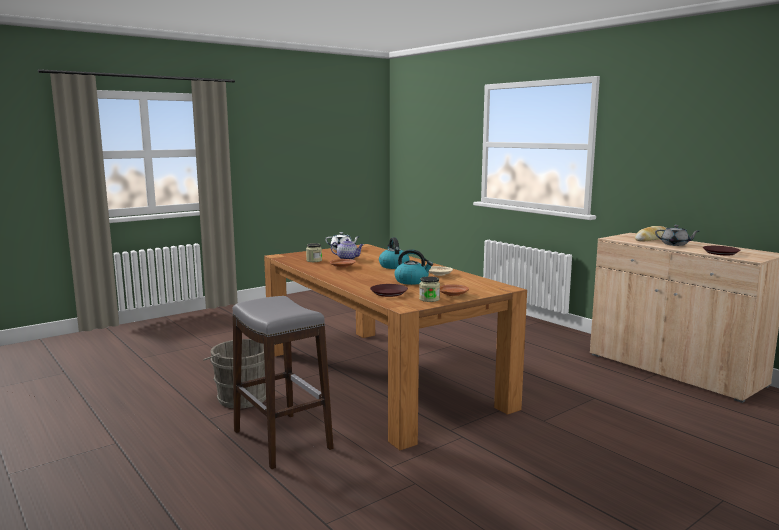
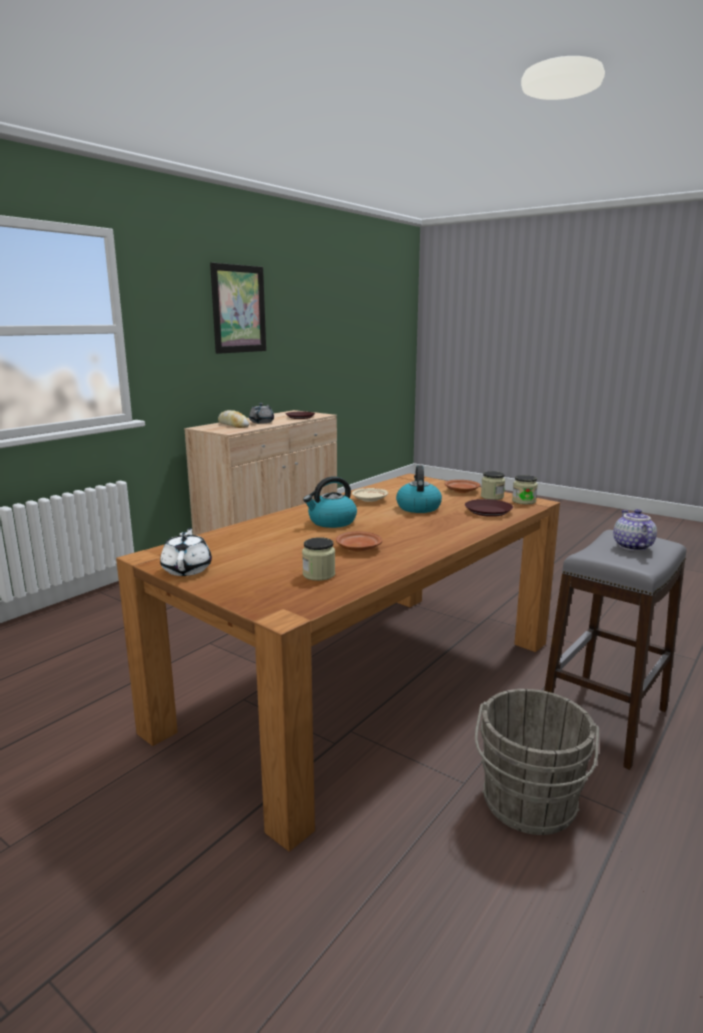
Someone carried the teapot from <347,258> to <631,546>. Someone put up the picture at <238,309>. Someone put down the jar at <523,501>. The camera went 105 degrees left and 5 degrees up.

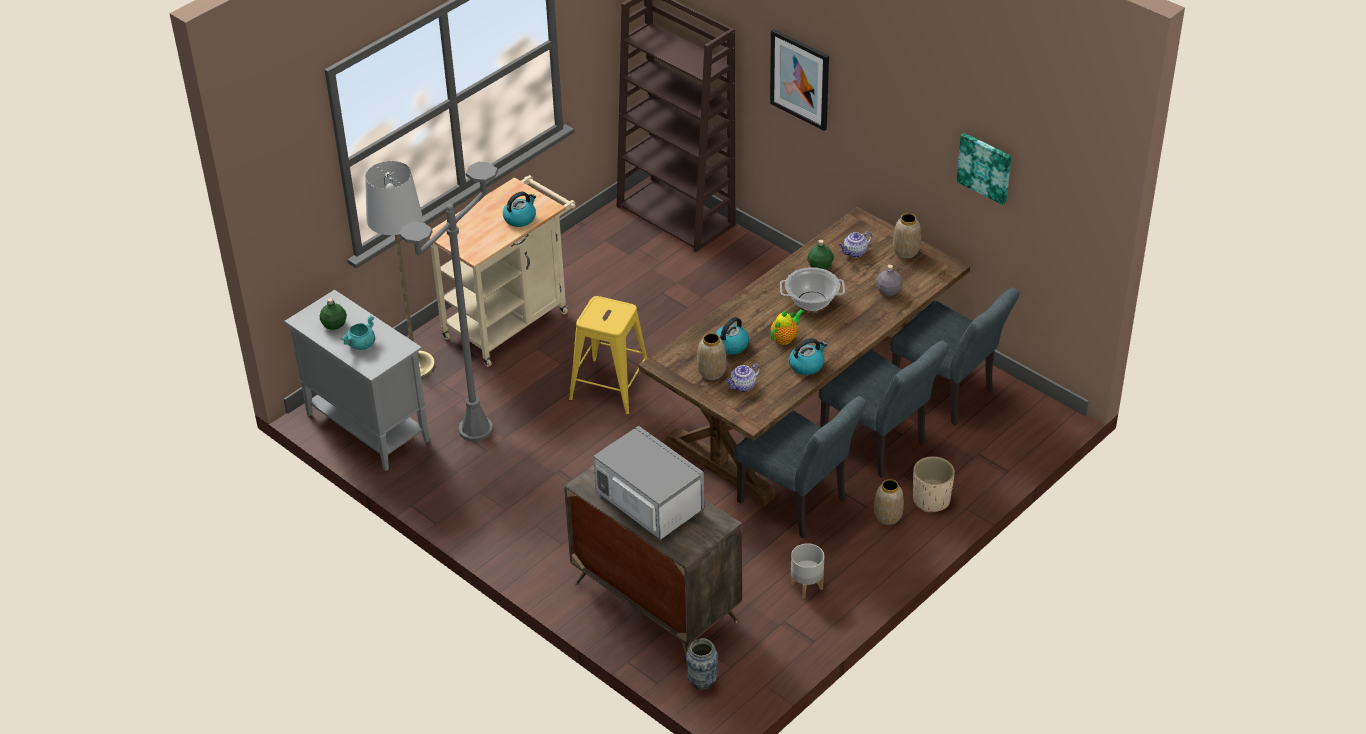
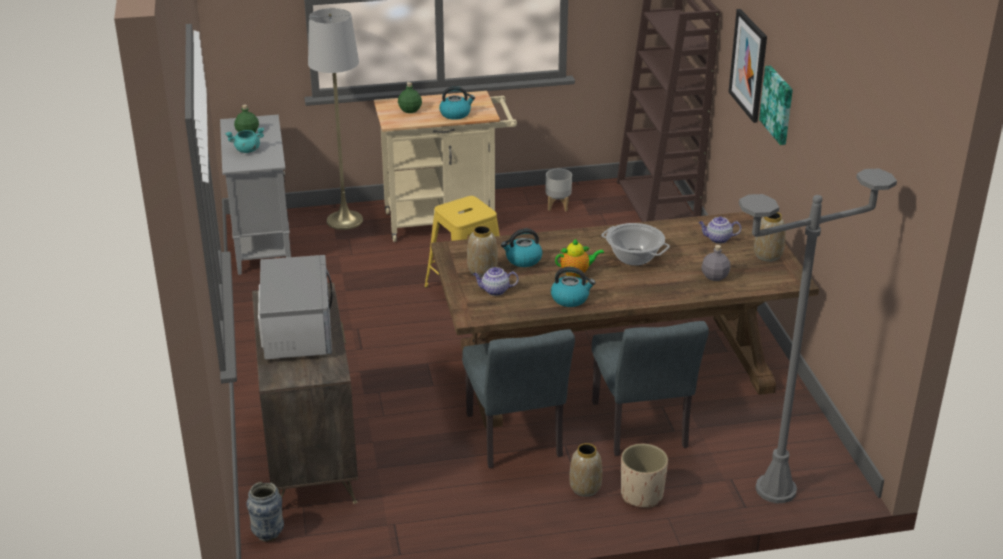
Someone carried the grey_floor_lamp from <476,429> to <776,489>. Someone carried the grey_planter from <806,586> to <557,206>. Someone carried the green_bottle from <819,266> to <409,110>. Someone took away the grey_chair at <948,395>. Someone carried the picture from <985,167> to <778,104>. The camera went 35 degrees right and 10 degrees down.

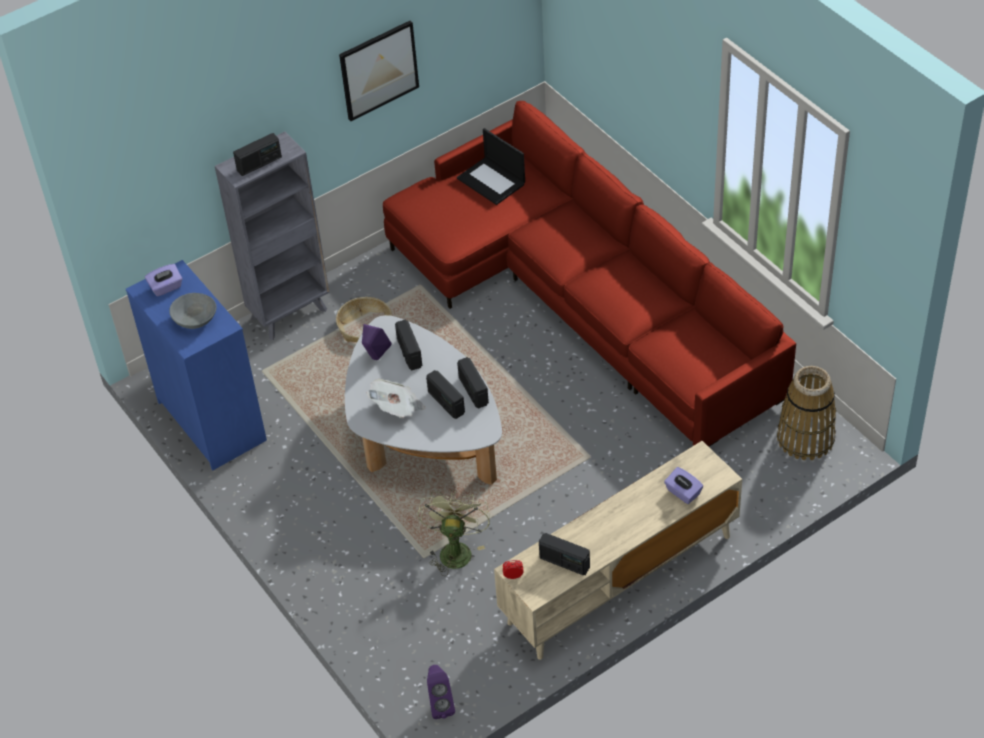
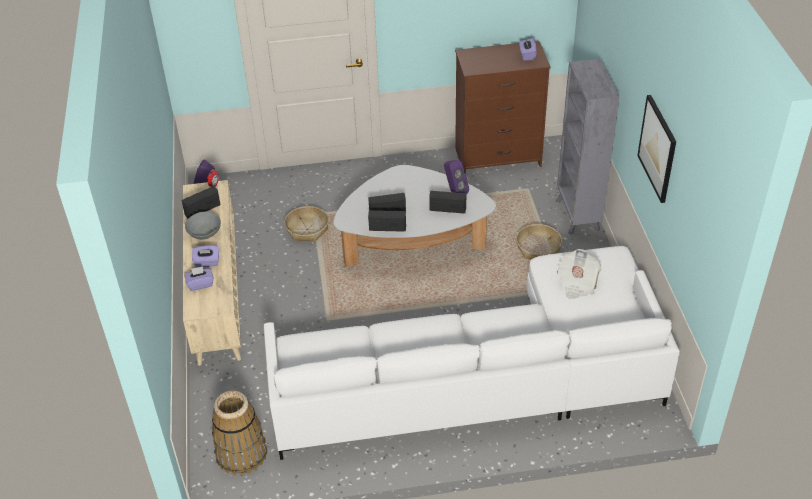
Someone repainted the blue_dresser at <212,420>, which became the brown_dresser at <498,157>. Someone carried the grey_bowl from <195,320> to <204,232>. Someone took away the radio at <259,164>. Someone carried the newspaper from <397,408> to <577,283>. Someone repainted the red_sofa at <583,301>, which became the white_sofa at <484,378>. Someone swapped the green_fan at <455,549> for the basket at <307,229>. Someone took away the laptop at <492,181>. Someone put down the purple_tissue_box at <207,262>. The camera went 115 degrees right and 5 degrees down.

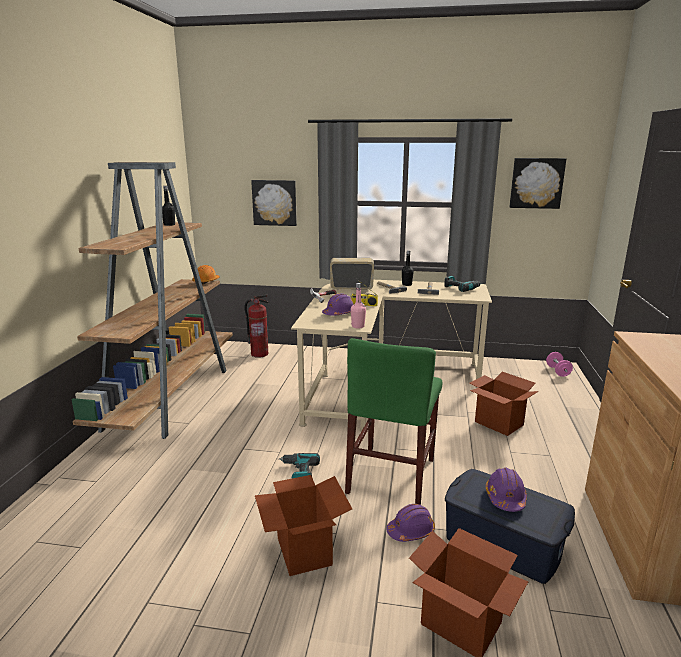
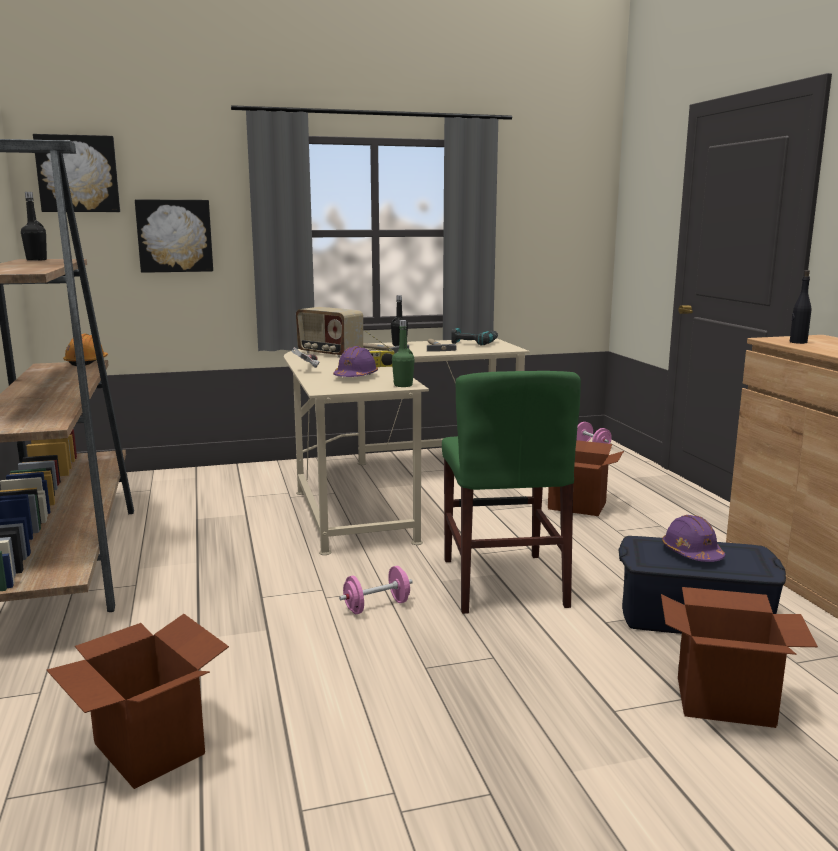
Someone took away the fire_extinguisher at <259,354>. Someone carried the cardboard_box from <303,551> to <148,748>. Someone swapped the power_drill at <299,473> for the pink_dumbbell at <376,606>. Someone rotated the radio at <351,288> by 120 degrees counterclockwise. Someone repainted the pink_bottle at <358,326>, which became the green_bottle at <403,385>. Someone took away the purple_hard_hat at <411,531>. Someone carried the picture from <536,183> to <78,174>. Someone put down the black_bottle at <798,342>. The camera went 25 degrees left and 5 degrees down.

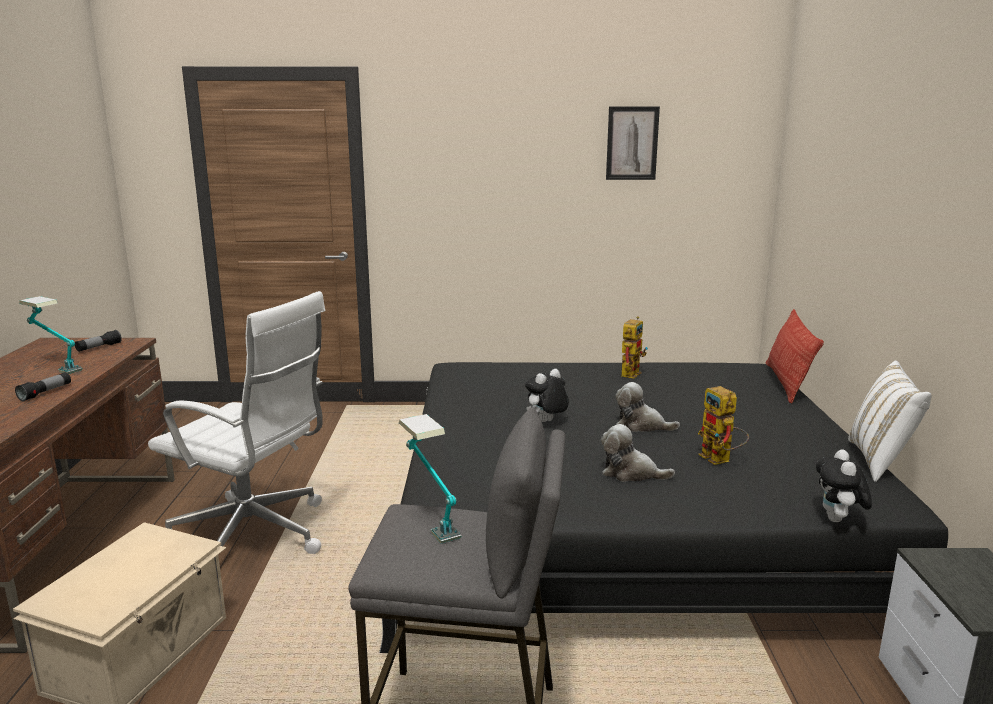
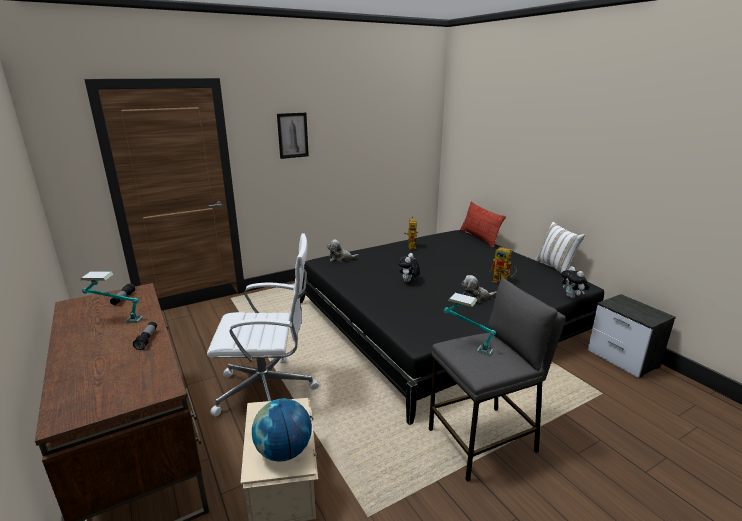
Someone carried the picture from <632,143> to <293,135>. Someone carried the plush_toy from <641,425> to <341,259>. Someone put down the globe at <284,451>. The camera went 30 degrees left and 5 degrees up.

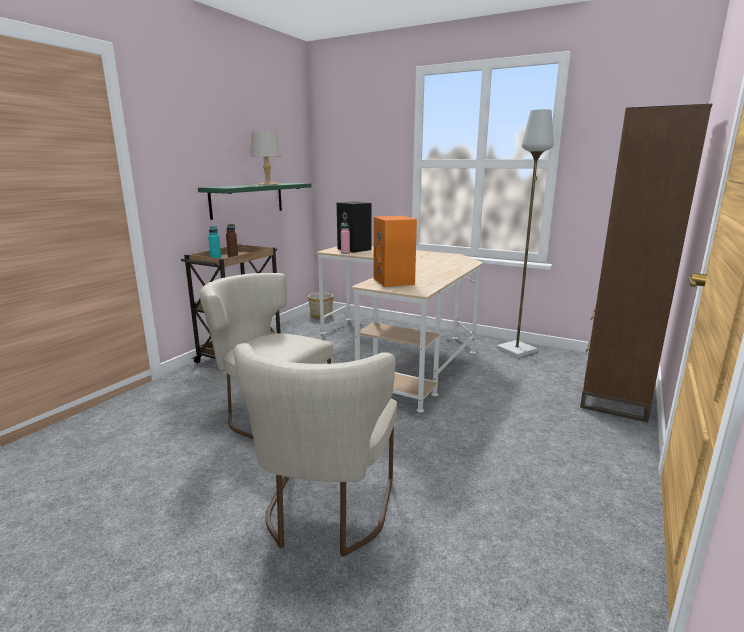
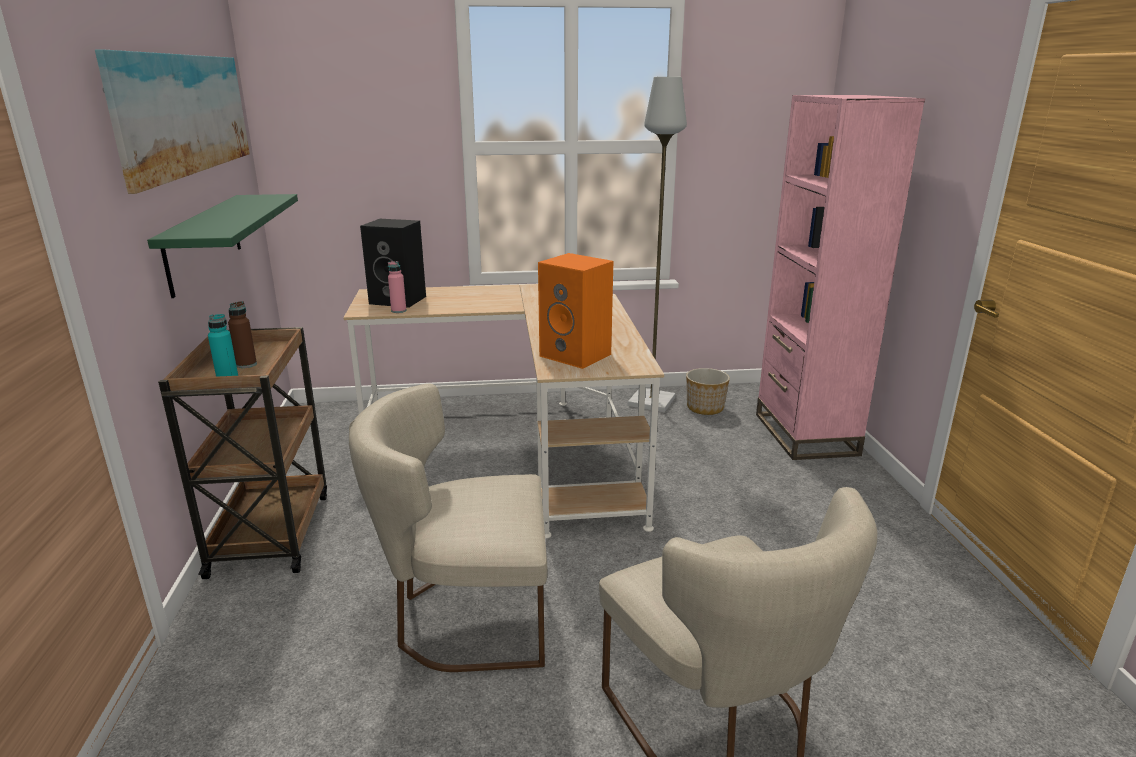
Someone took away the grey_table_lamp at <268,184>. Someone carried the planter from <321,315> to <705,408>. Someone repainted the brown_bookcase at <614,396>, which became the pink_bookcase at <805,434>. Someone put up the picture at <181,114>. The camera went 35 degrees left and 5 degrees up.

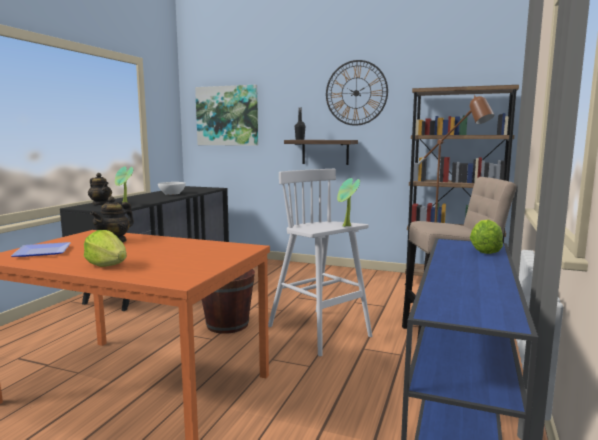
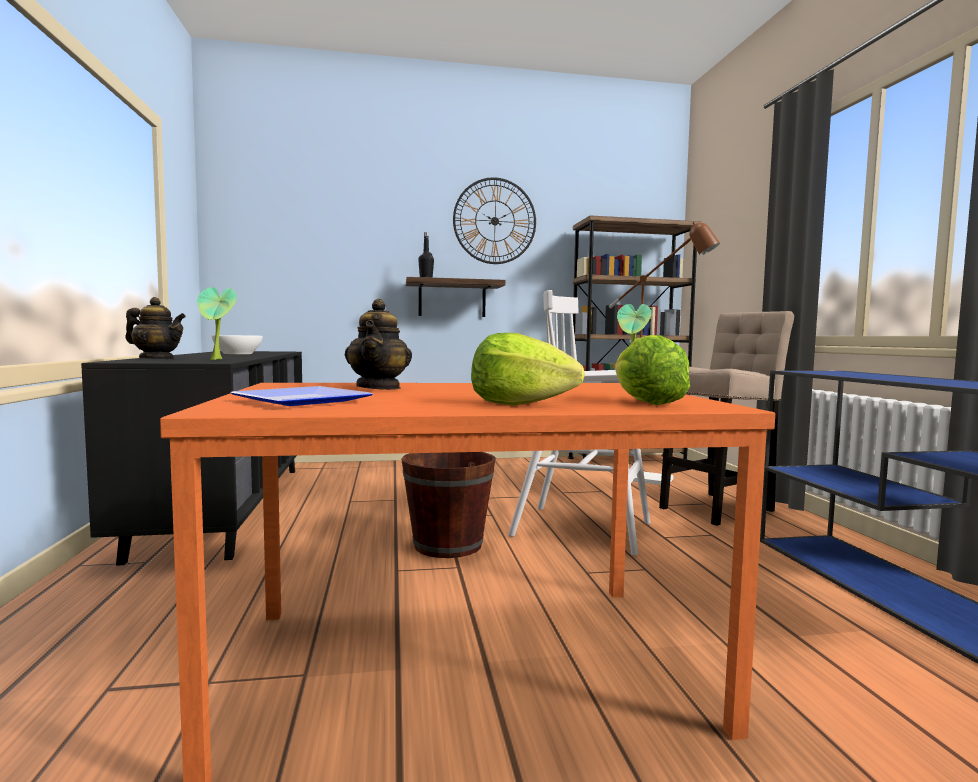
Someone took away the picture at <227,116>. Someone carried the lettuce from <485,251> to <645,402>. The camera went 30 degrees left and 5 degrees down.

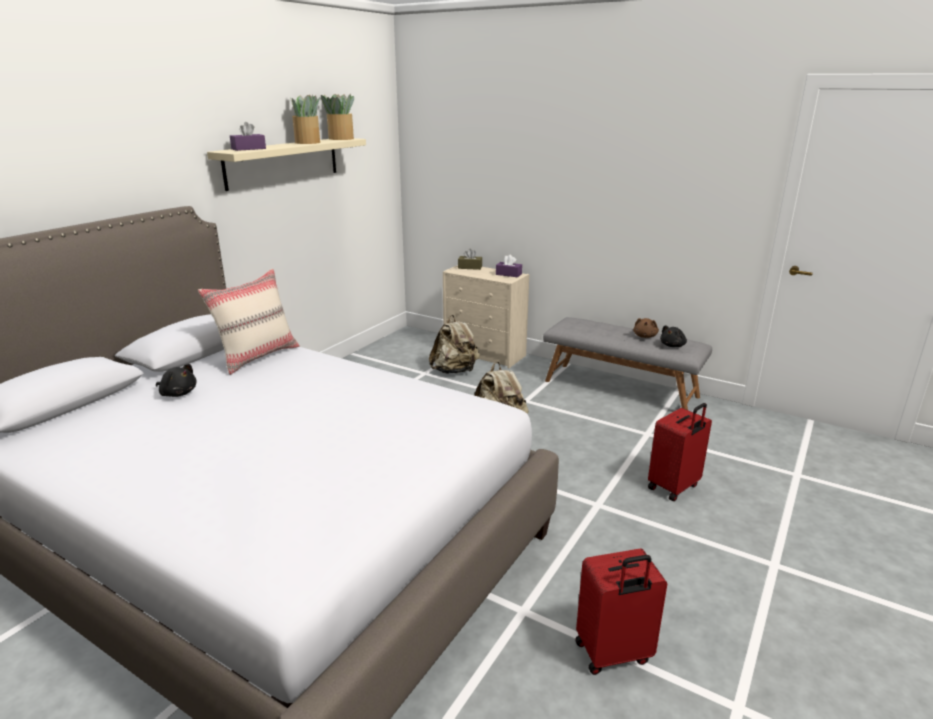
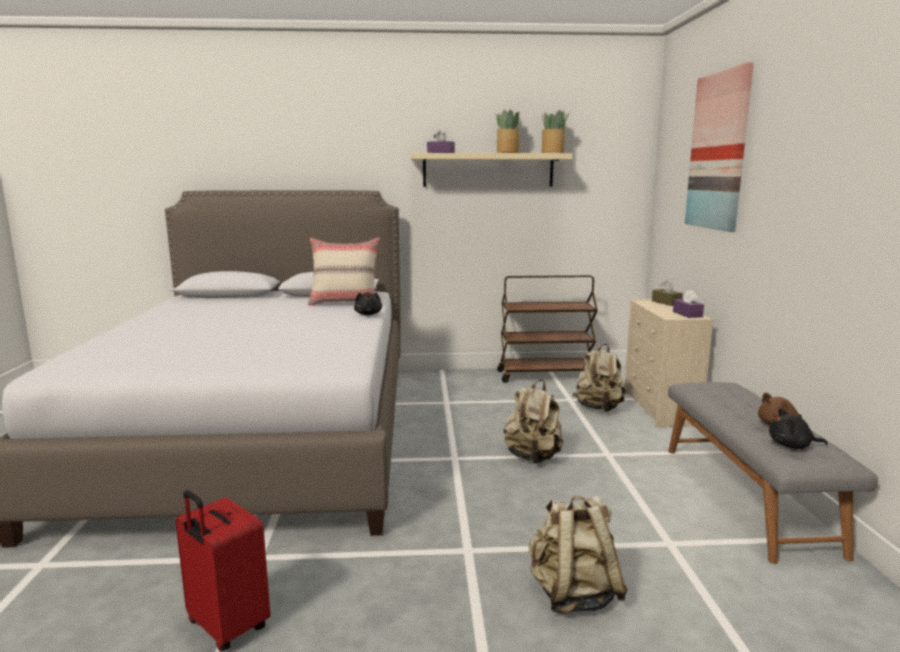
Someone carried the black_plush_toy from <178,393> to <368,314>. Someone swapped the red_suitcase at <674,487> for the beige_backpack at <573,594>. Someone put down the brown_cart at <545,375>. Someone put up the picture at <718,151>. The camera went 55 degrees right and 10 degrees down.

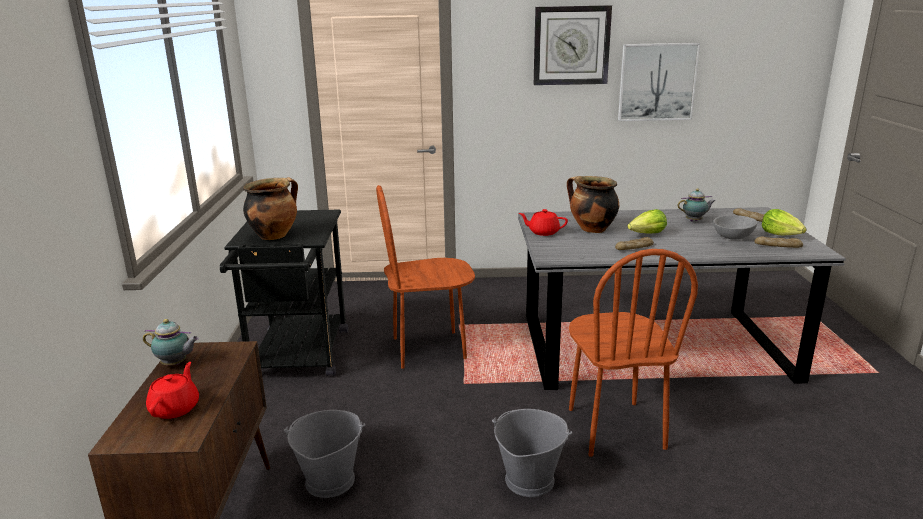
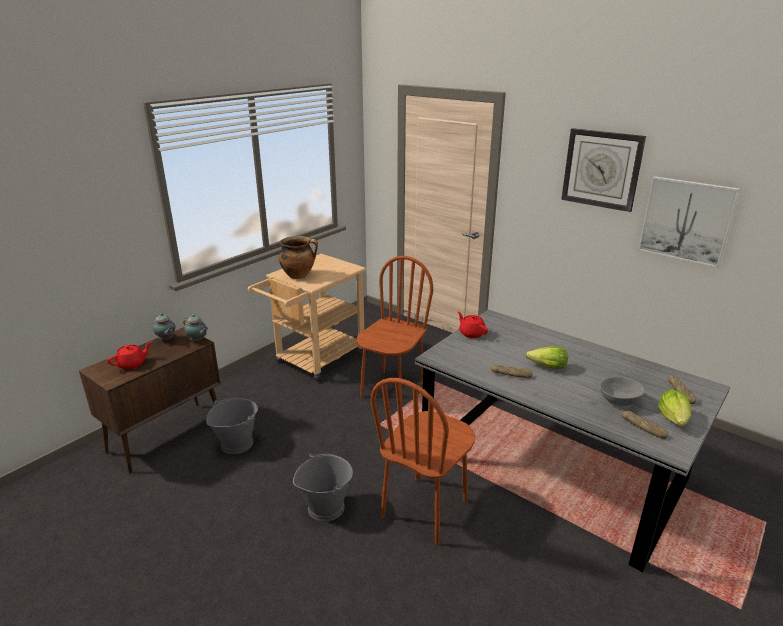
Someone repainted the black_cart at <298,359>, which became the beige_cart at <315,361>. Someone rotated the brown_chair at <429,349> by 90 degrees clockwise. Someone took away the cooking_pot at <591,229>. Someone carried the teapot from <695,221> to <198,340>. The camera went 40 degrees right and 5 degrees up.

